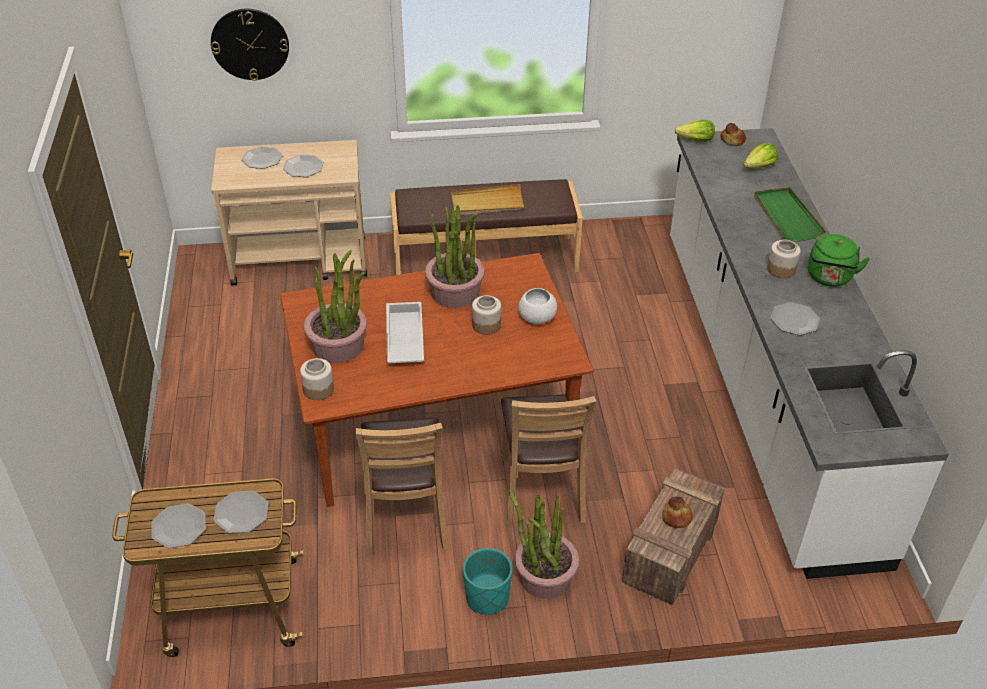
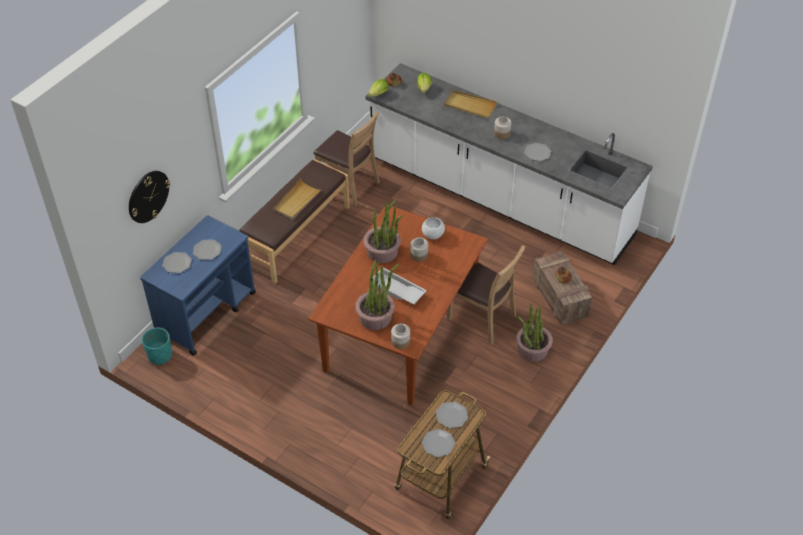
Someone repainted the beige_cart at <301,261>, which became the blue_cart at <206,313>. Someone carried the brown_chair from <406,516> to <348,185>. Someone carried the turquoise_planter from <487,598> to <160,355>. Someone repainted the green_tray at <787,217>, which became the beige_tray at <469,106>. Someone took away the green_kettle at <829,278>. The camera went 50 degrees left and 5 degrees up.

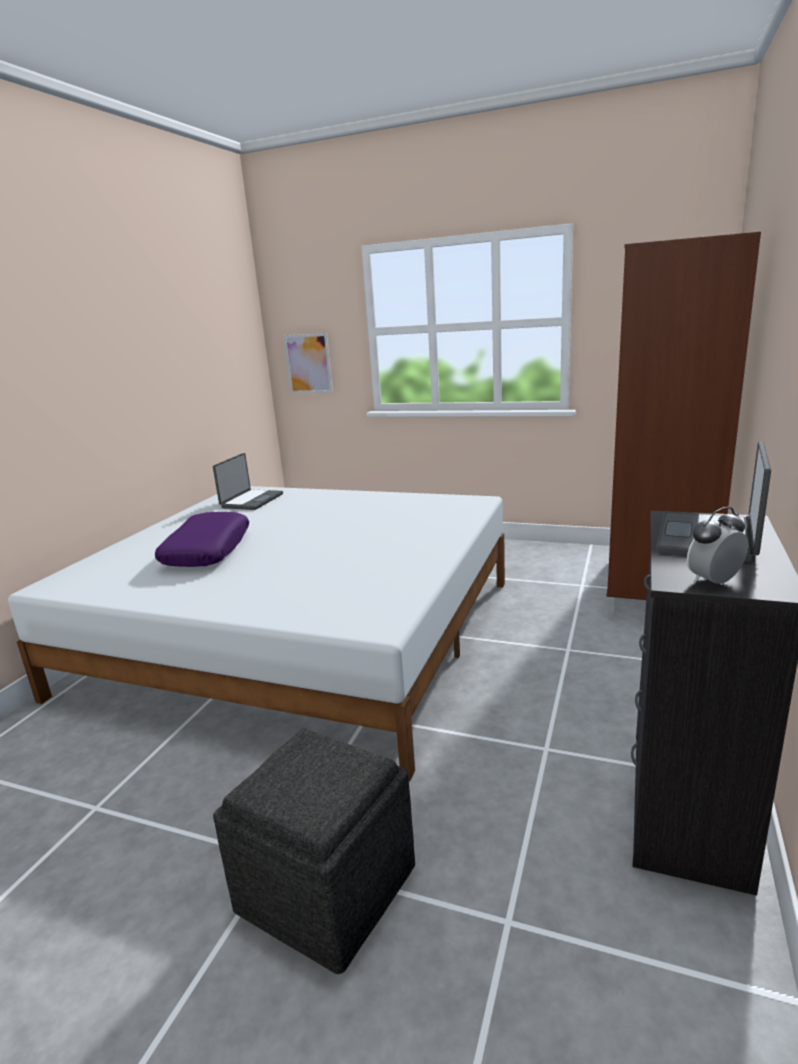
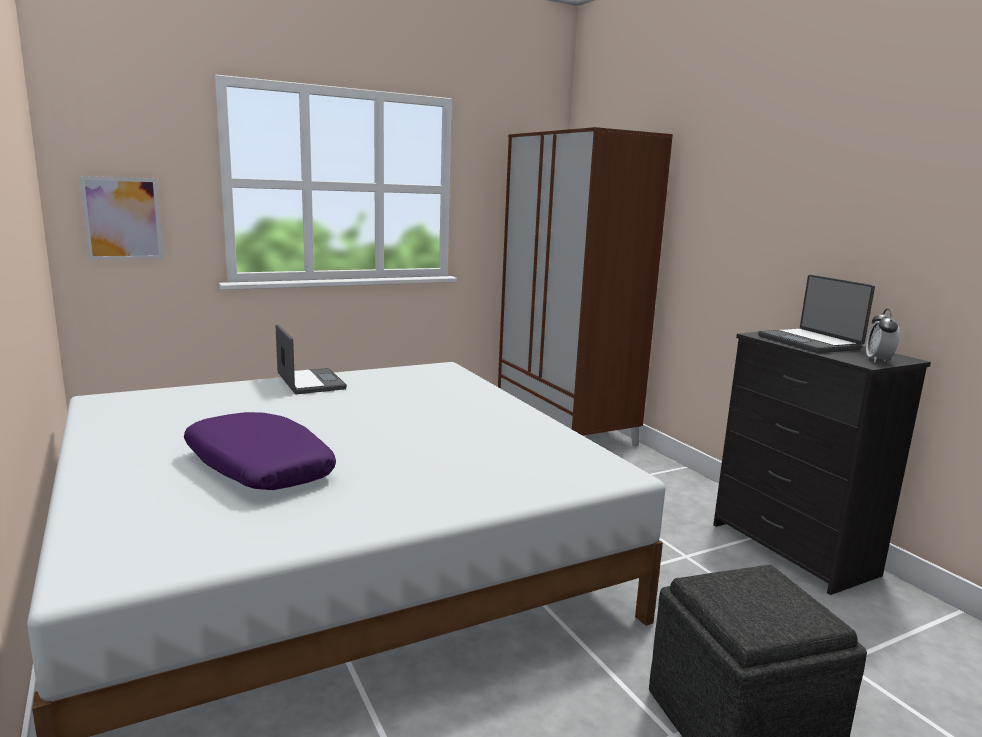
Someone carried the laptop from <251,501> to <309,383>. The camera went 50 degrees left and 5 degrees down.

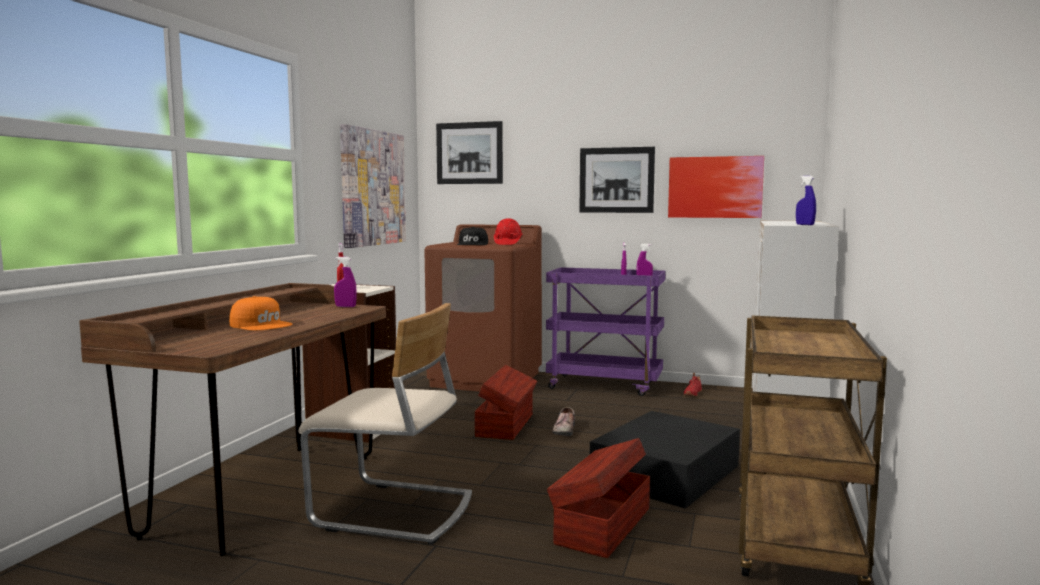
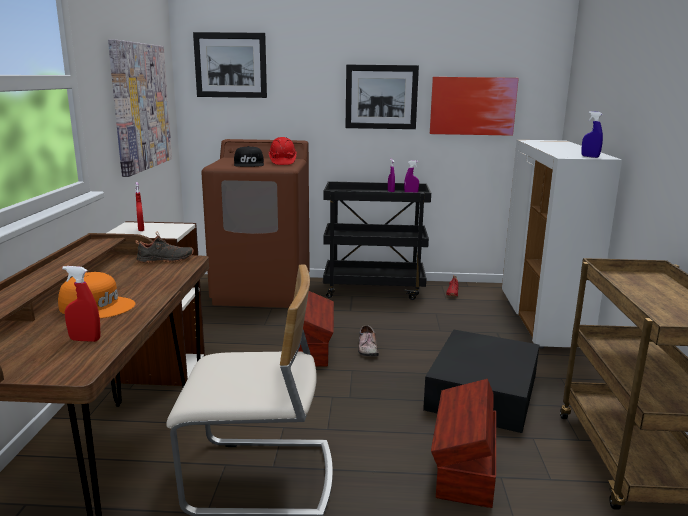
Someone swapped the purple_spray_bottle at <345,306> for the black_shoe at <165,260>. Someone repainted the purple_cart at <605,385>, which became the black_cart at <374,289>. Someone put down the red_spray_bottle at <85,340>. The camera went 15 degrees left and 10 degrees up.

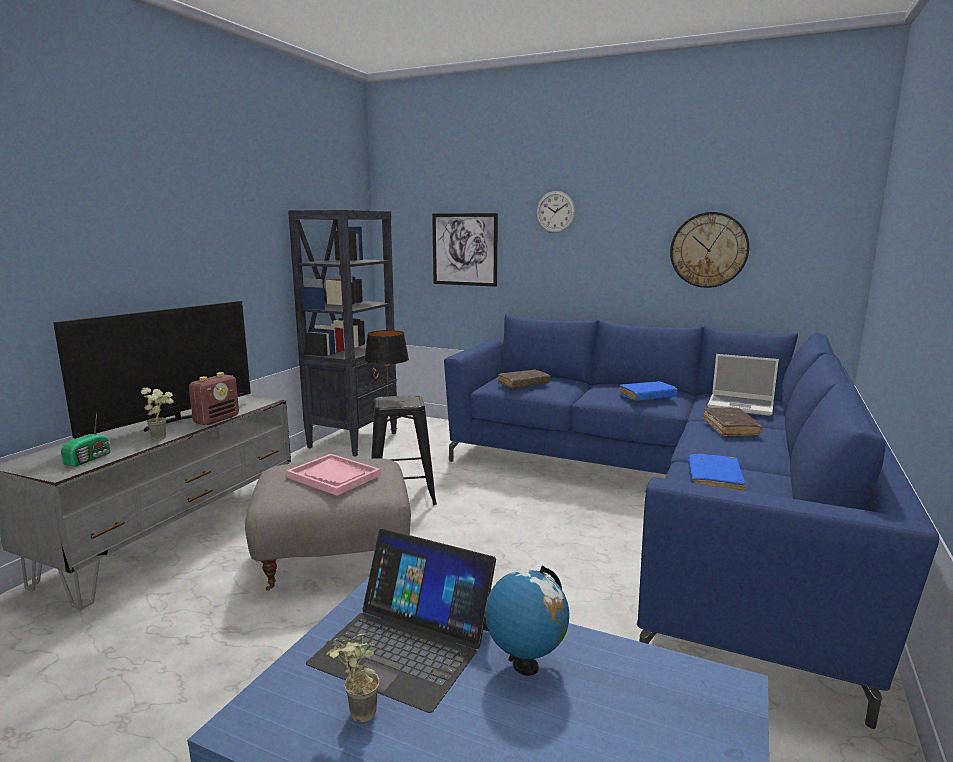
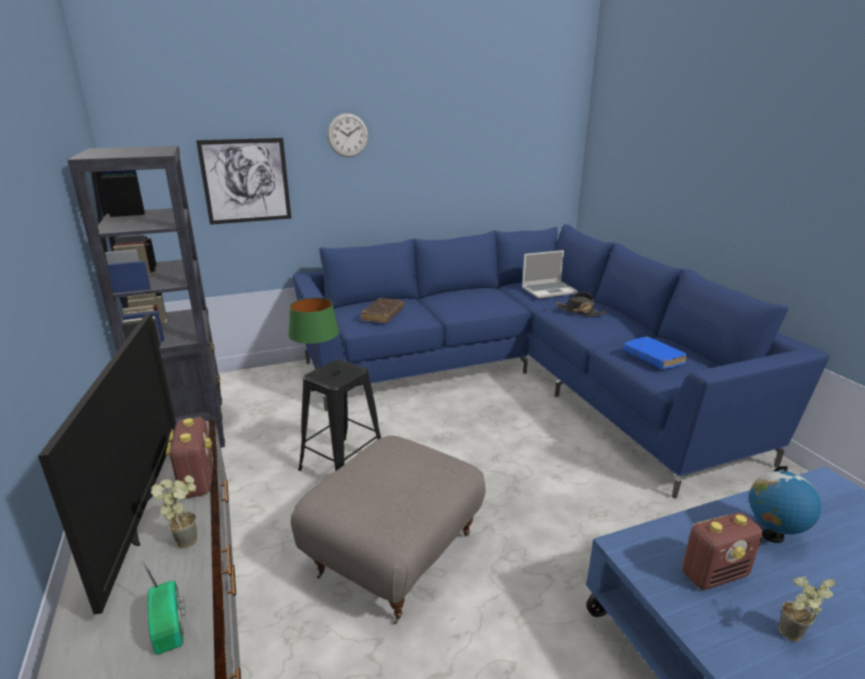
Someone took away the pink_tray at <334,476>. Someone swapped the laptop at <404,645> for the radio at <714,574>. Someone repainted the black_table_lamp at <388,398>, which became the green_table_lamp at <318,373>. Someone took away the blue_book at <647,397>. Someone took away the wall_clock at <709,250>. Someone swapped the brown_book at <730,428> for the black_hat at <579,311>. The camera went 45 degrees left and 10 degrees up.

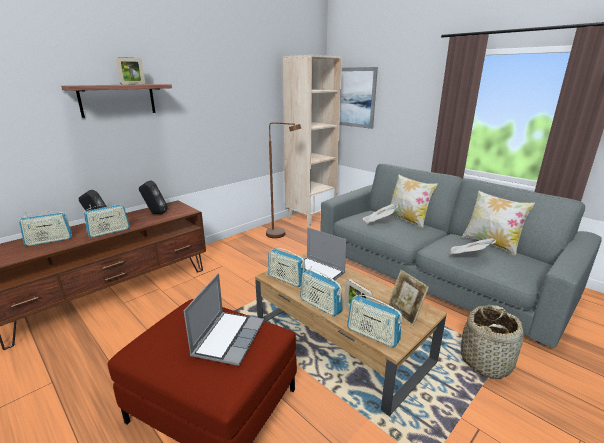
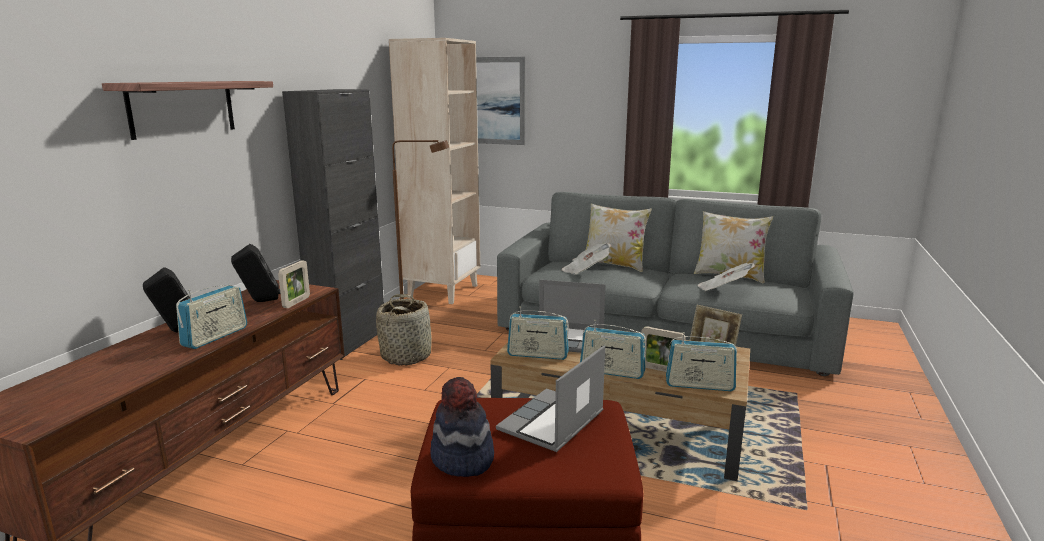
Someone took away the radio at <49,241>. Someone carried the picture_frame from <133,84> to <296,302>. Someone rotated the laptop at <228,338> by 135 degrees counterclockwise. Someone carried the basket from <486,361> to <406,356>. Someone put down the black_cabinet at <350,341>. Someone put down the hat at <462,459>. The camera went 25 degrees left and 5 degrees down.

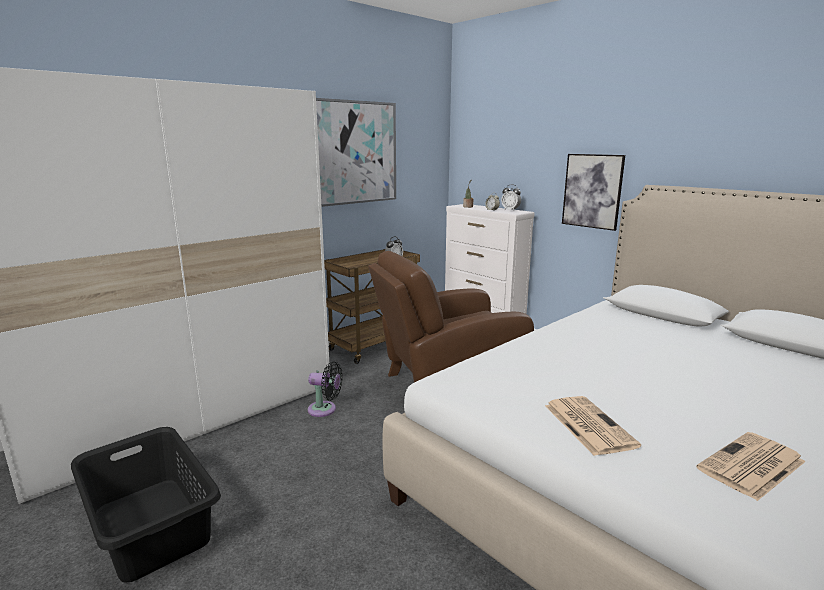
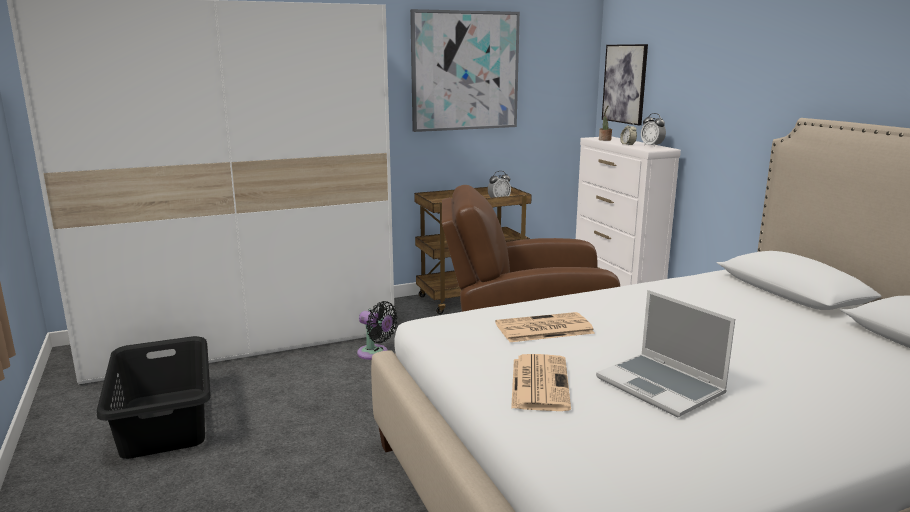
Someone carried the picture from <592,191> to <625,84>. Someone carried the newspaper from <751,466> to <543,329>. Someone put down the laptop at <662,387>. The camera went 20 degrees right and 0 degrees up.

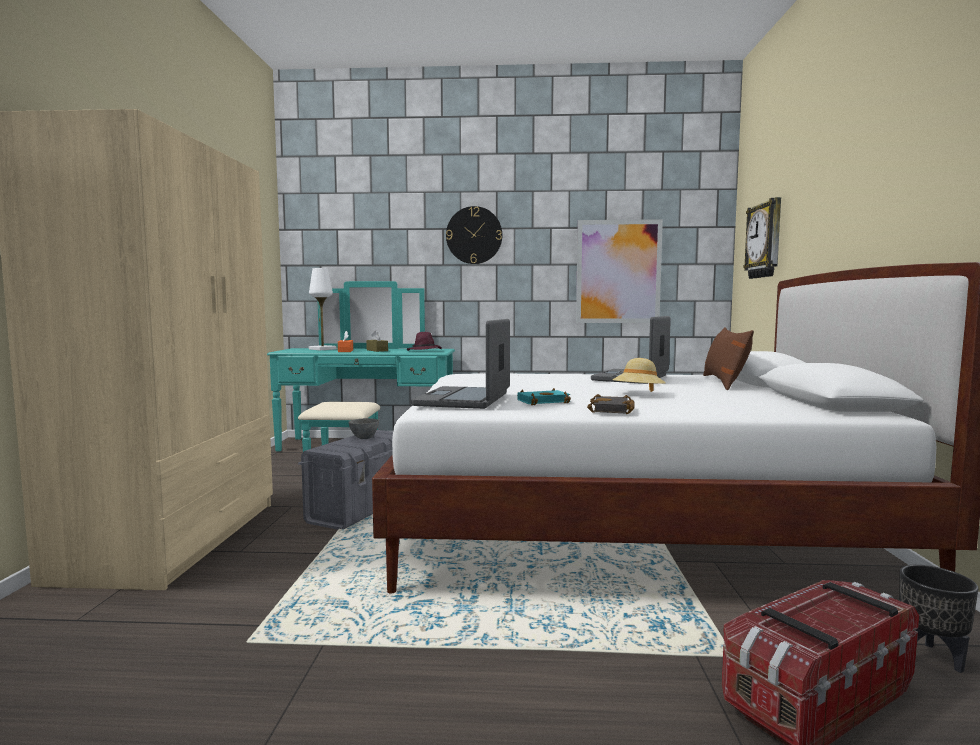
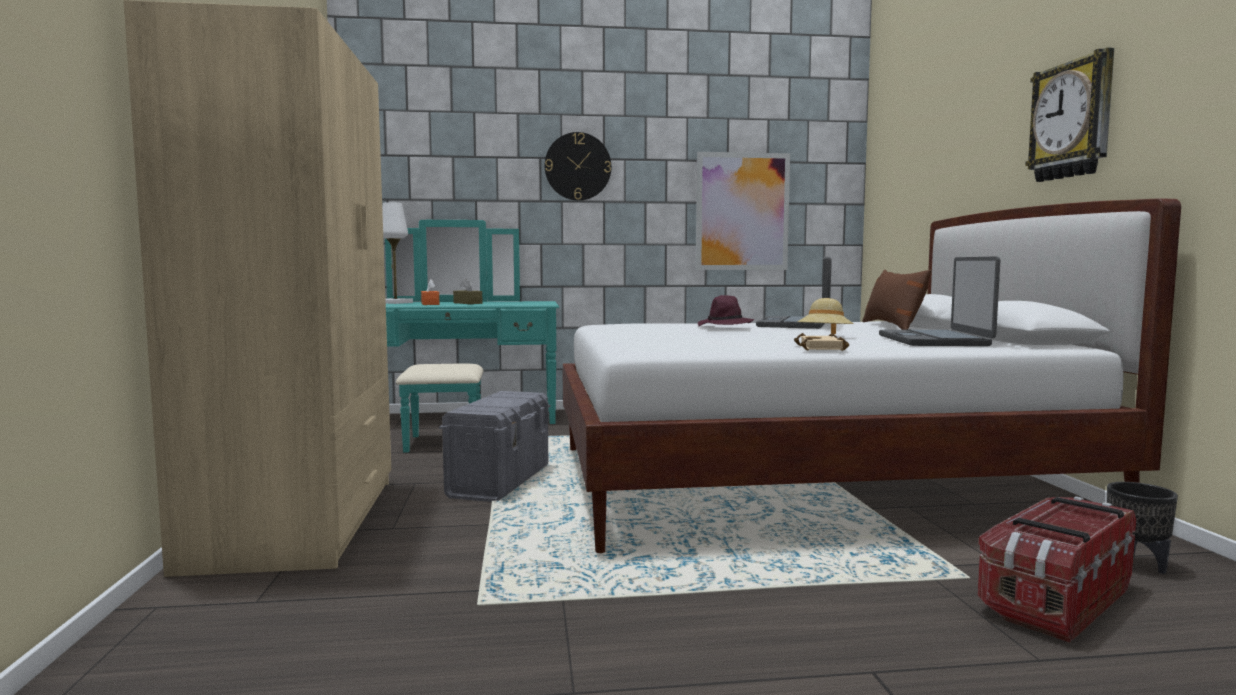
Someone took away the grey_bowl at <364,438>. Someone carried the purple_hat from <424,351> to <726,326>. Someone carried the laptop from <465,399> to <934,340>. Someone took away the turquoise_book at <543,401>. Someone repainted the black_book at <613,410>, which became the beige_book at <823,348>. Someone carried the wall_clock from <765,240> to <1072,120>. The camera went 10 degrees left and 0 degrees up.

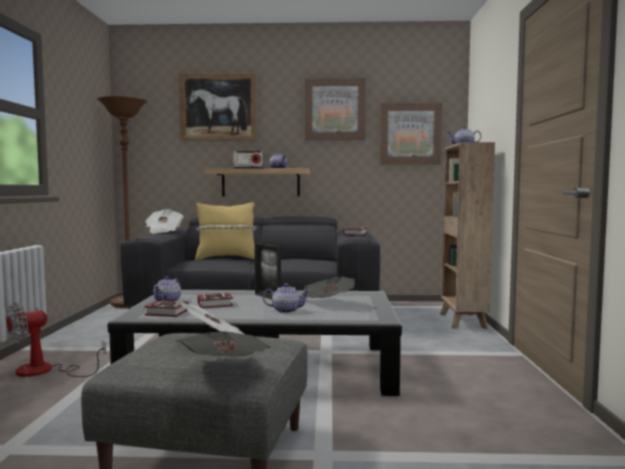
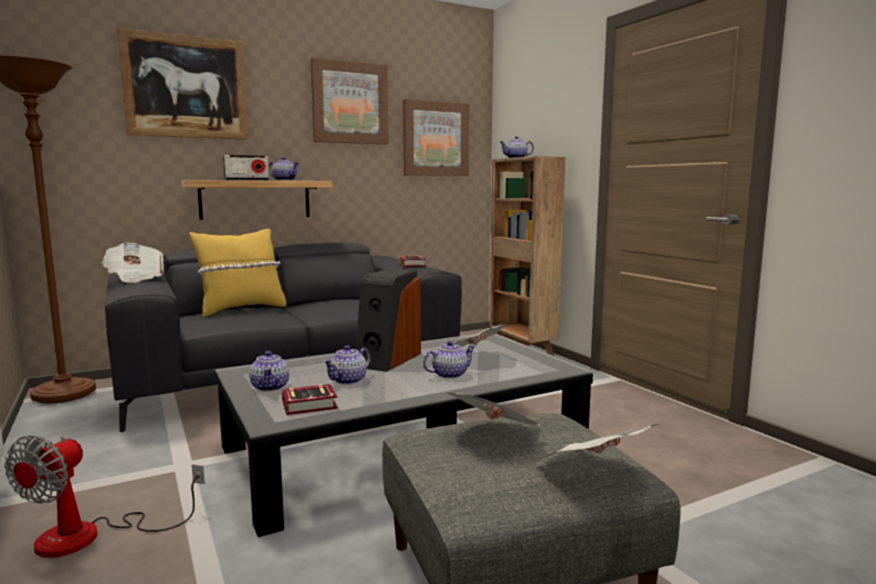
Someone swapped the book at <217,304> for the teapot at <348,380>. Someone swapped the picture_frame at <267,297> for the speaker at <388,359>. The camera went 30 degrees left and 5 degrees up.

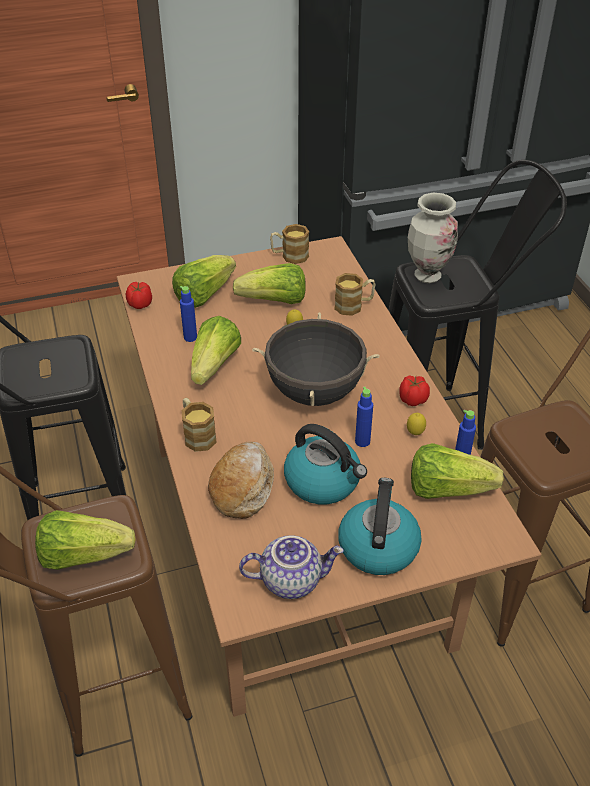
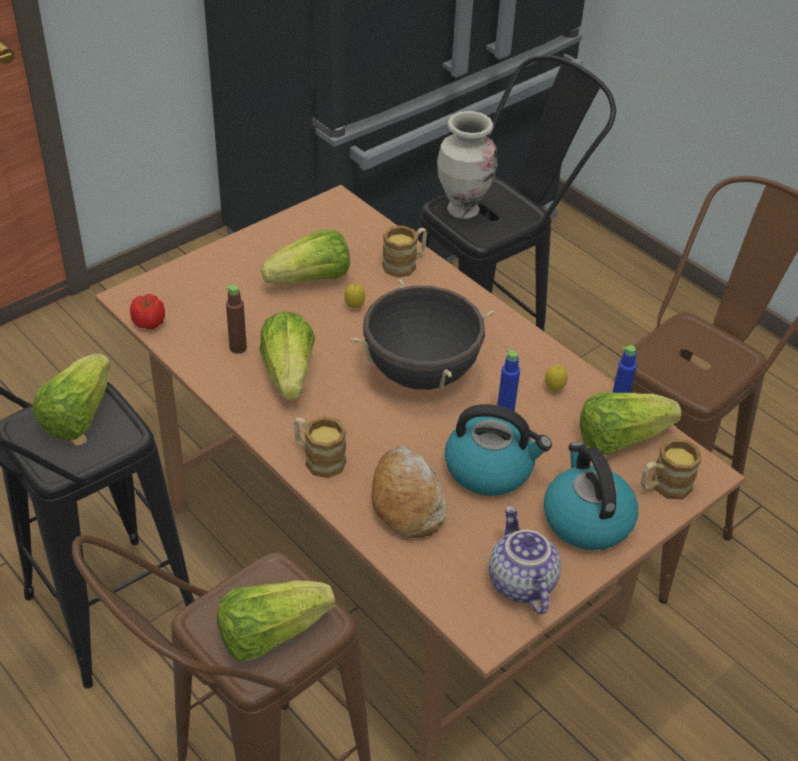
Someone carried the lettuce from <204,294> to <77,415>. Someone repainted the blue_bottle at <190,337>, which became the brown_bottle at <238,348>. Someone rotated the teapot at <291,579> by 75 degrees counterclockwise. Someone carried the mug from <289,256> to <664,486>. Someone took away the tomato at <412,399>. The camera went 25 degrees left and 0 degrees up.

